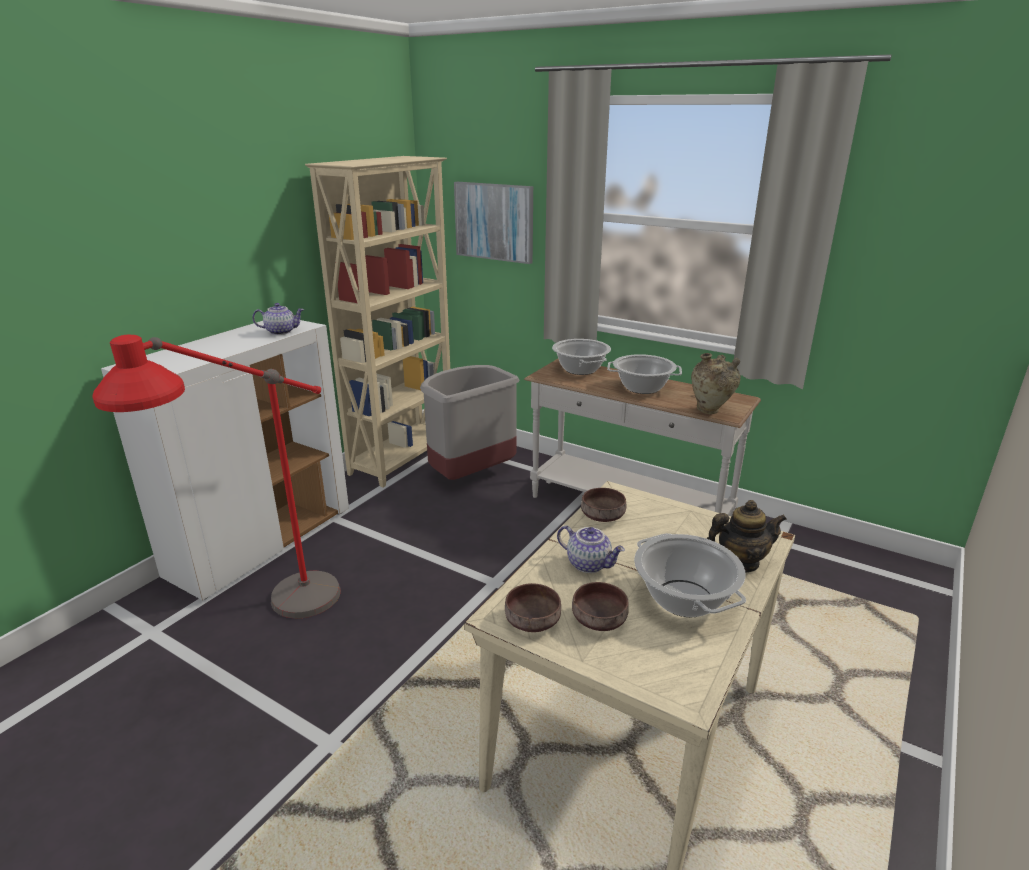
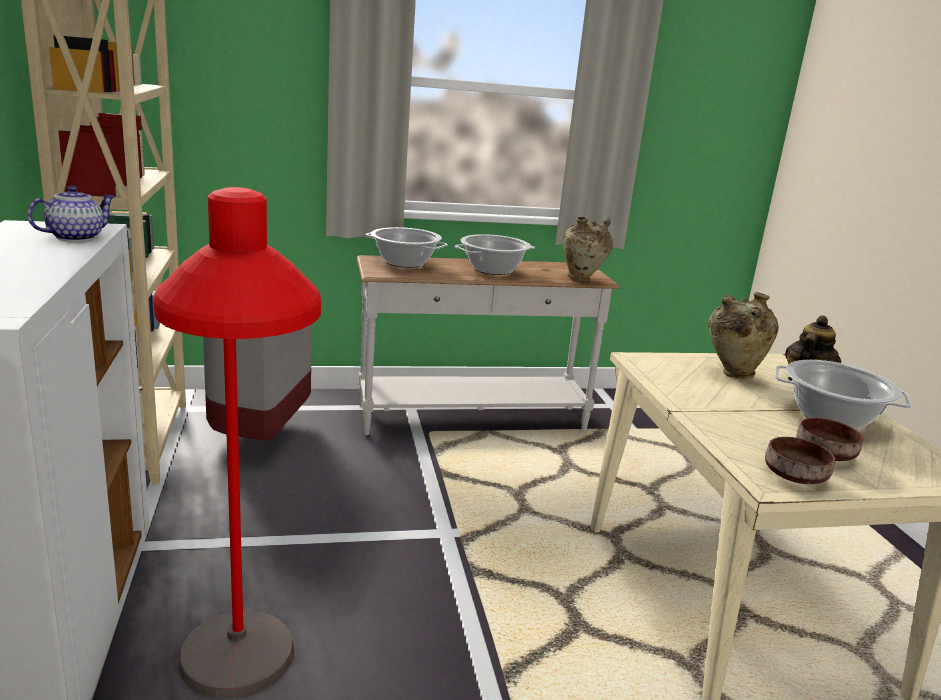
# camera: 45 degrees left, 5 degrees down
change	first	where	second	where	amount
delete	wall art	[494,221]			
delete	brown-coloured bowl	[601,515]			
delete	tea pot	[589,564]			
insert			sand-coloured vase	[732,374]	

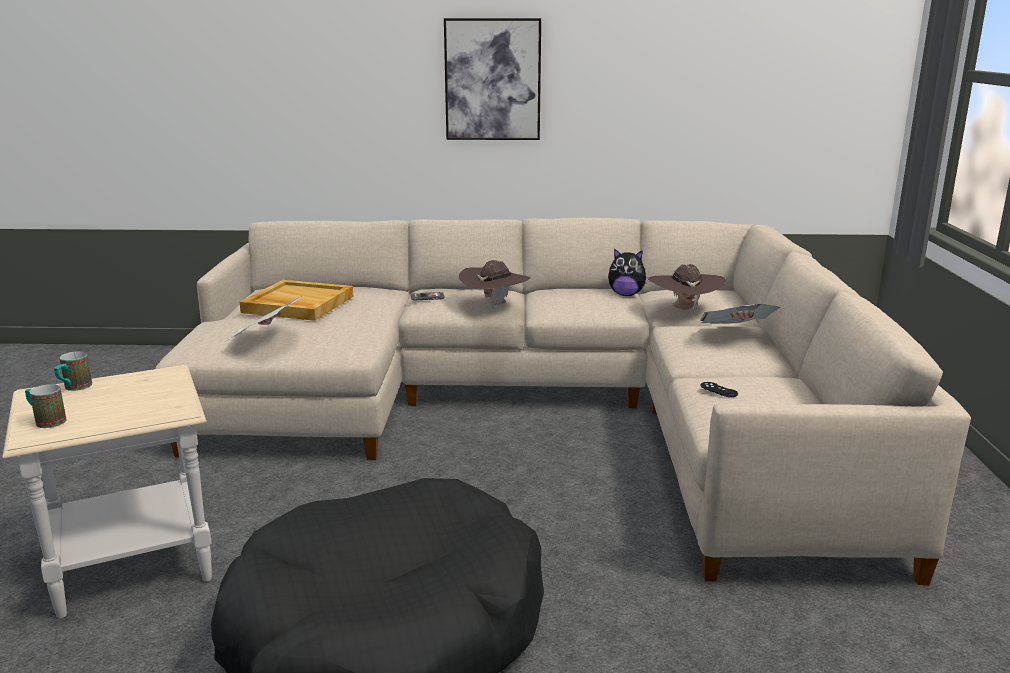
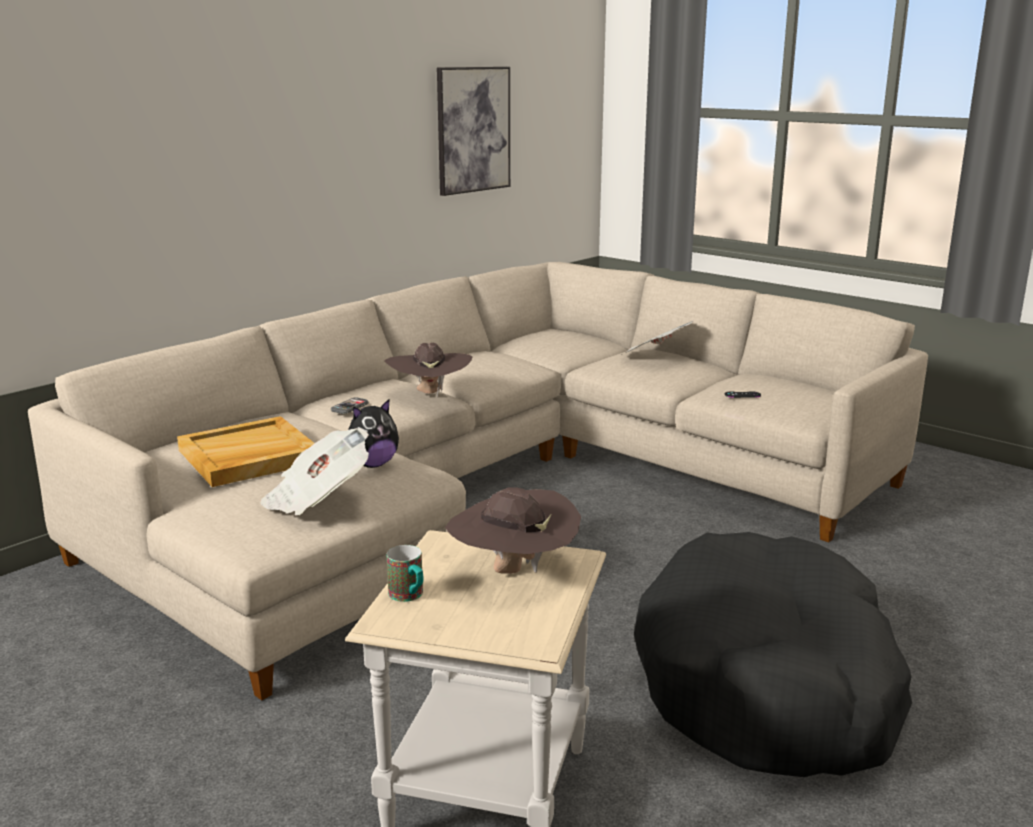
# camera: 50 degrees left, 0 degrees up
change	first	where	second	where	amount
move	wall art	[492,80]		[473,130]	
move	plush toy	[626,294]		[372,464]	
move	brown-coloured wearable hat	[684,310]		[513,571]	
delete	mug	[46,421]			

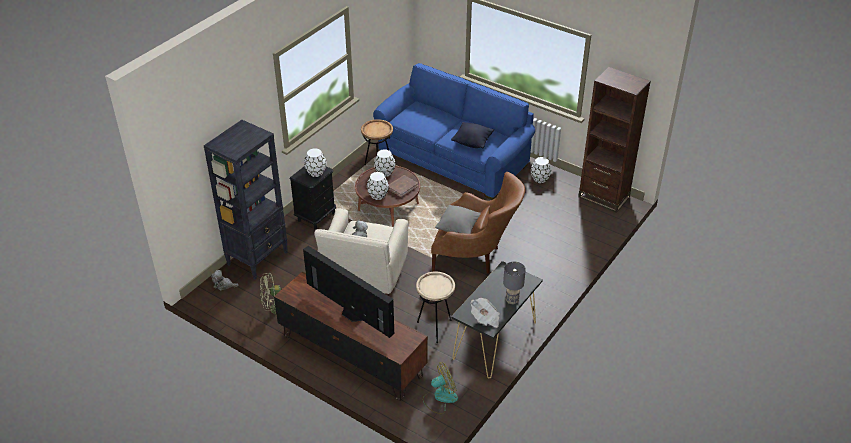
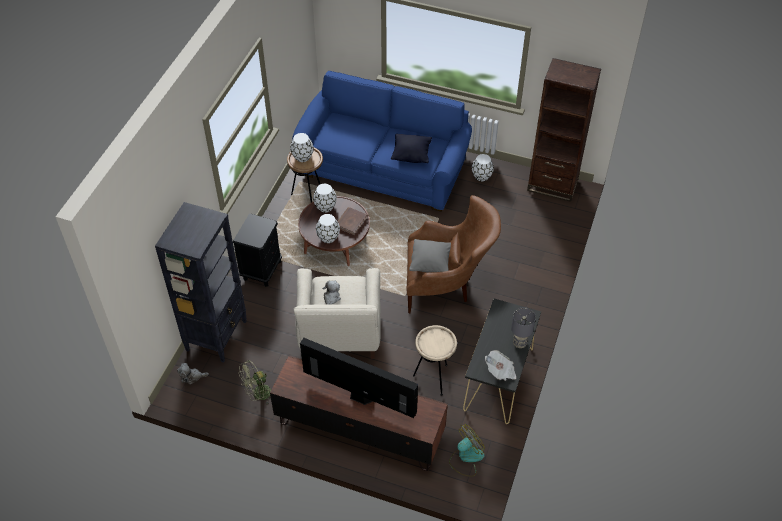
# camera: 15 degrees left, 10 degrees up
change	first	where	second	where	amount
move	whitish vase	[315,172]		[302,157]	

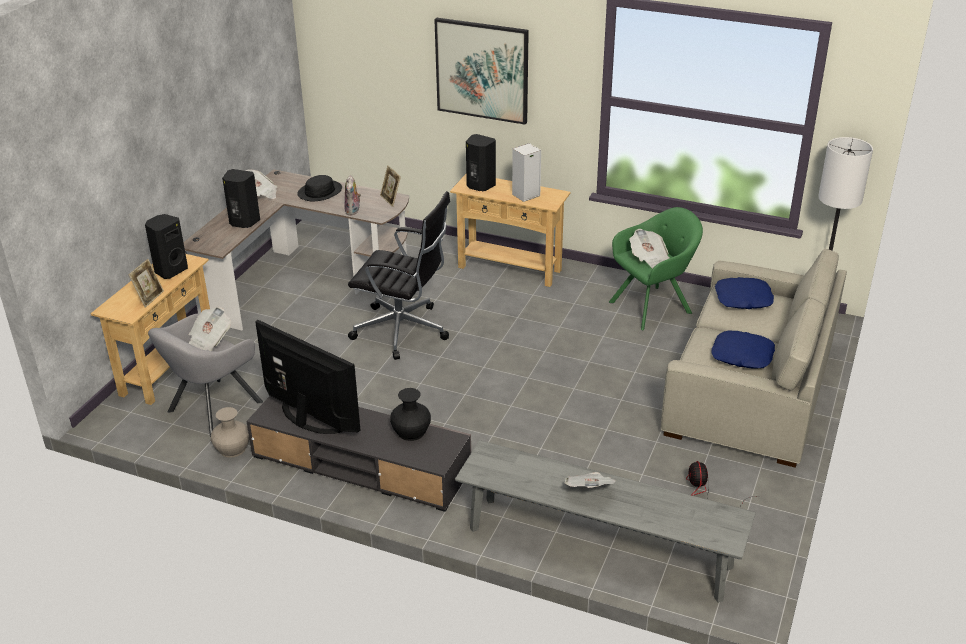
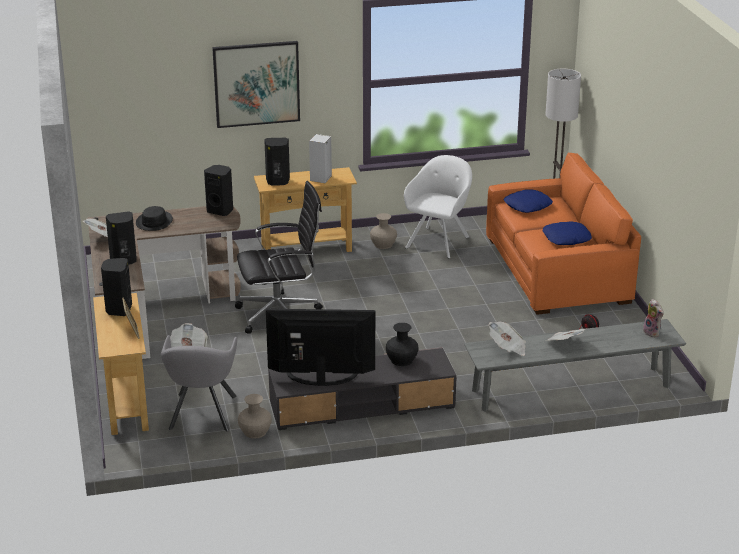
# camera: 35 degrees left, 5 degrees down
change	first	where	second	where	amount
replace	standing frame	[391,200]	black-coloured audio speaker	[221,211]	
move	plush toy	[353,211]		[652,332]	
recolor	green-coloured lounge chair	[653,306]	whitish lounge chair	[439,241]	
move	printed paper	[648,259]		[507,348]	
recolor	sand-coloured sofa	[751,389]	orange-coloured sofa	[558,269]	
insert			sand-coloured vase	[383,244]	

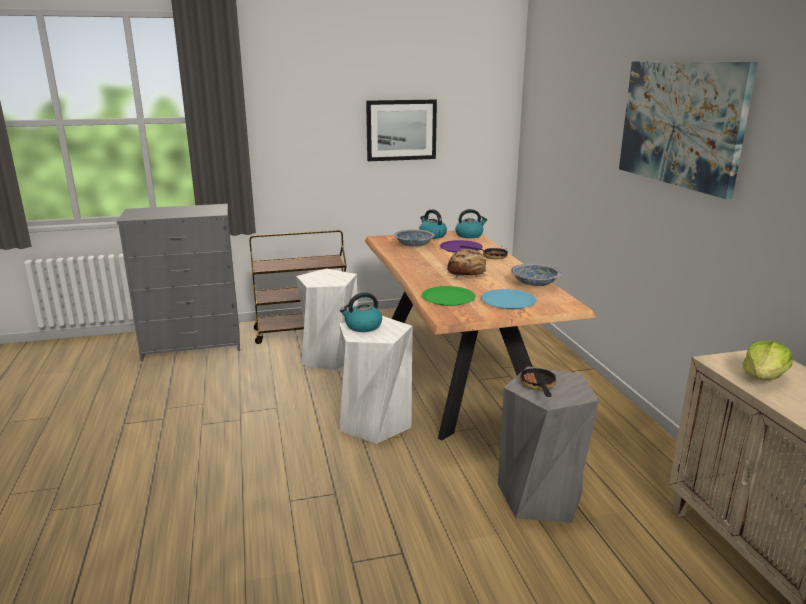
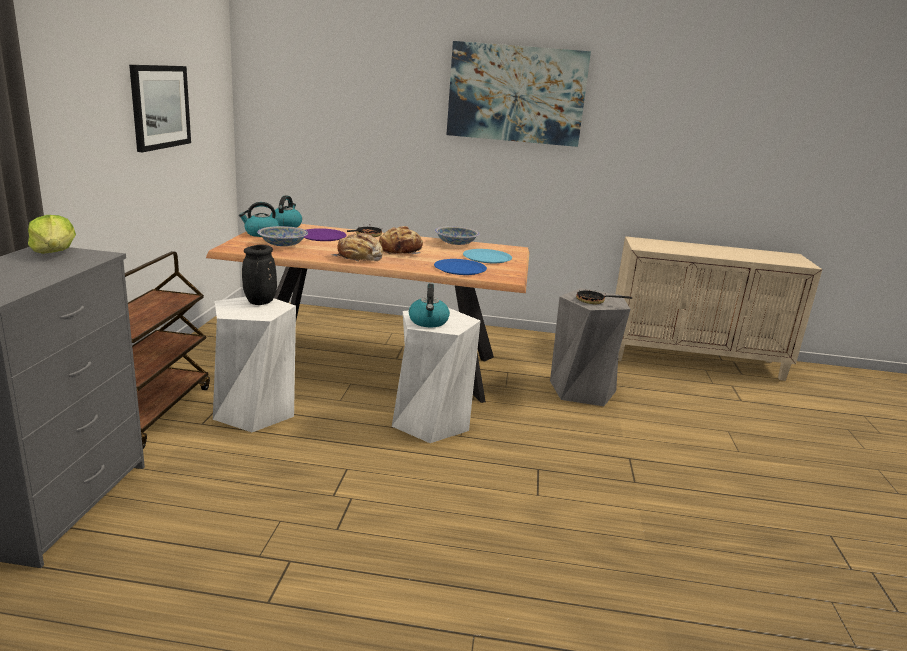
# camera: 70 degrees left, 0 degrees up
change	first	where	second	where	amount
recolor	green-coloured plate	[448,297]	bluish plate	[460,268]	
move	head of lettuce	[763,378]		[54,252]	
insert			bakery bread	[359,258]	
insert			black-coloured vase	[260,302]	

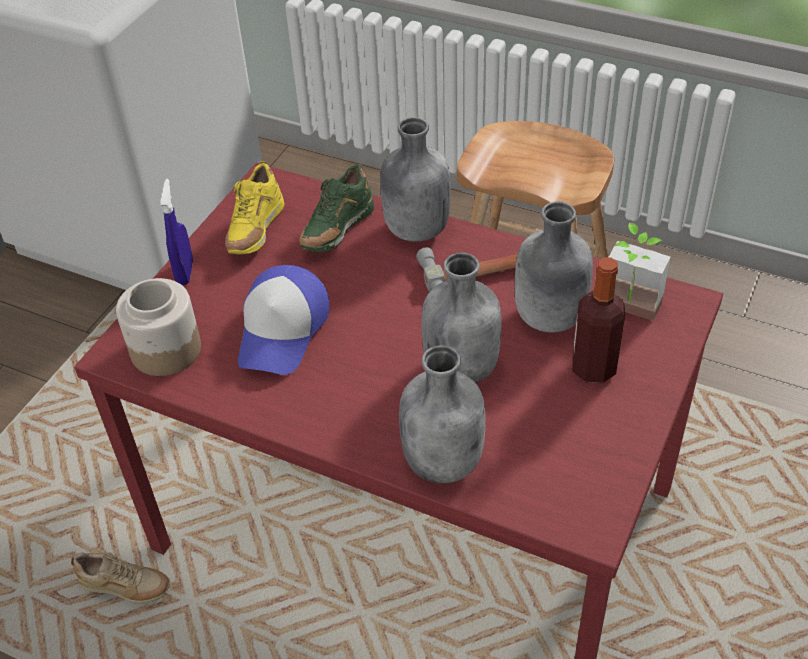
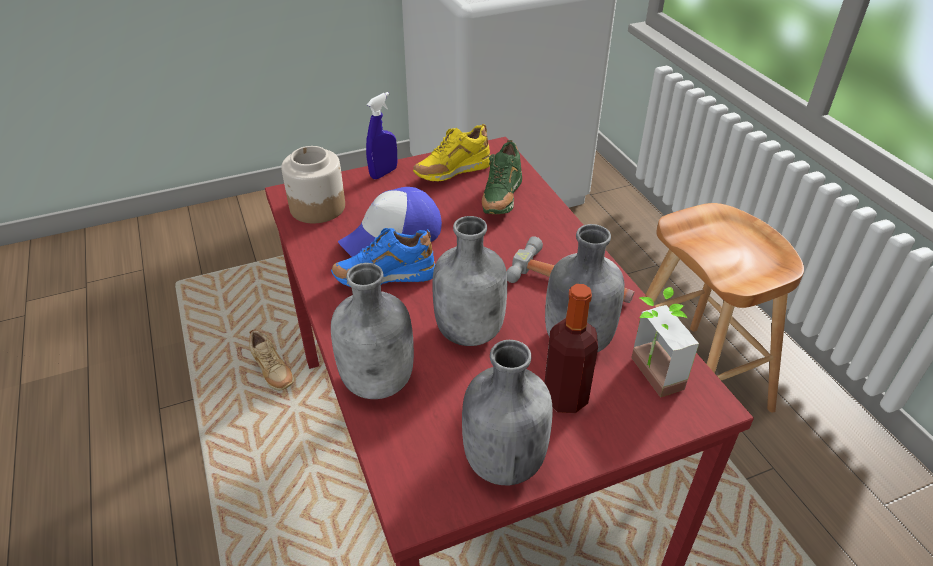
# camera: 40 degrees right, 5 degrees down
change	first	where	second	where	amount
move	greyish drink bottle	[415,230]		[502,460]	
rotate	green-coloured shoe	[336,231]		[501,200]	60 degrees counterclockwise
insert			bluish shoe	[384,279]	

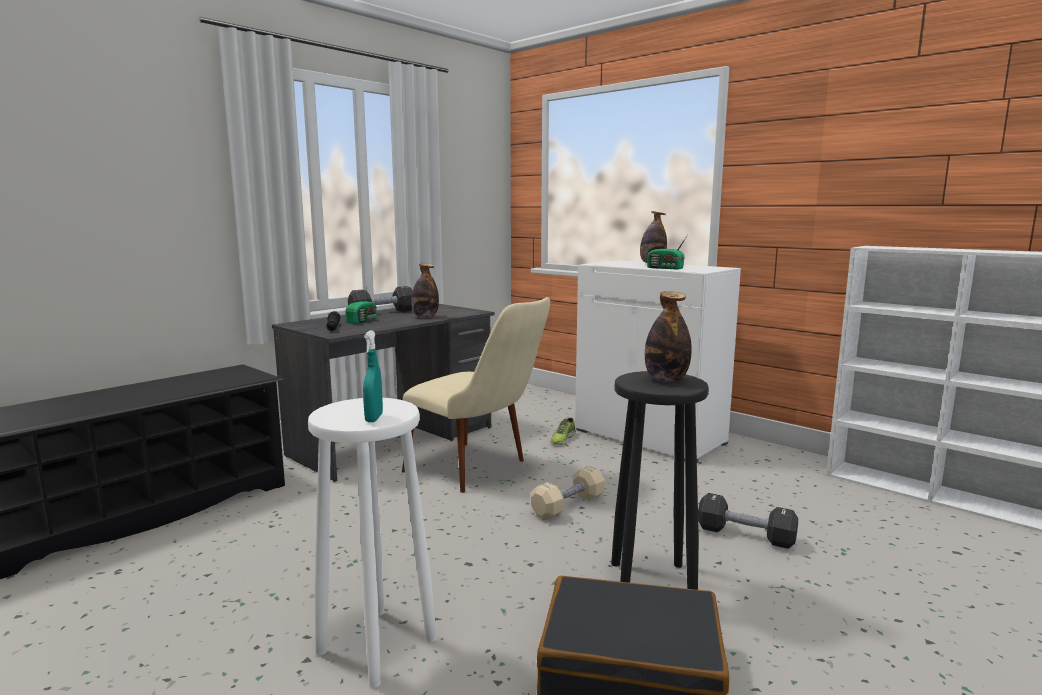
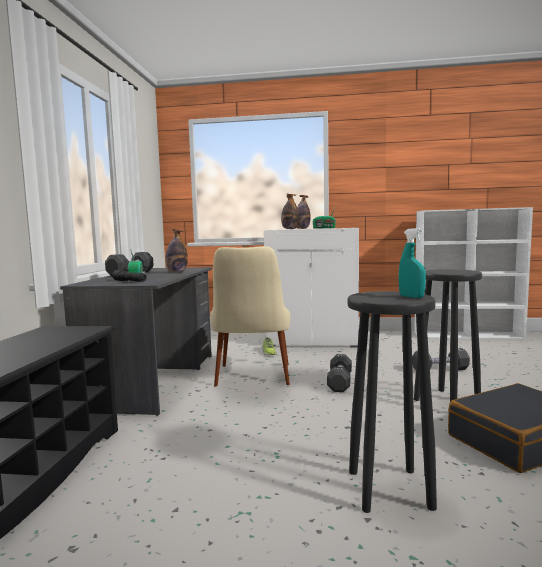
# camera: 35 degrees left, 5 degrees down
change	first	where	second	where	amount
move	drink bottle	[666,380]		[290,229]	
rotate	sand-coloured plain chair	[480,471]		[252,380]	90 degrees clockwise
recolor	whitish stool	[376,644]	black-coloured stool	[388,489]	
recolor	sand-coloured dumbbell	[568,506]	black-coloured dumbbell	[339,382]	

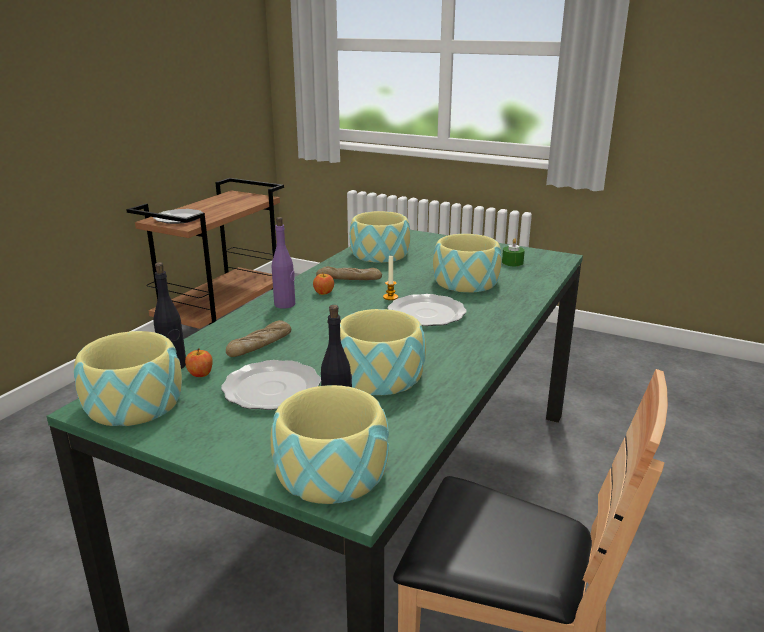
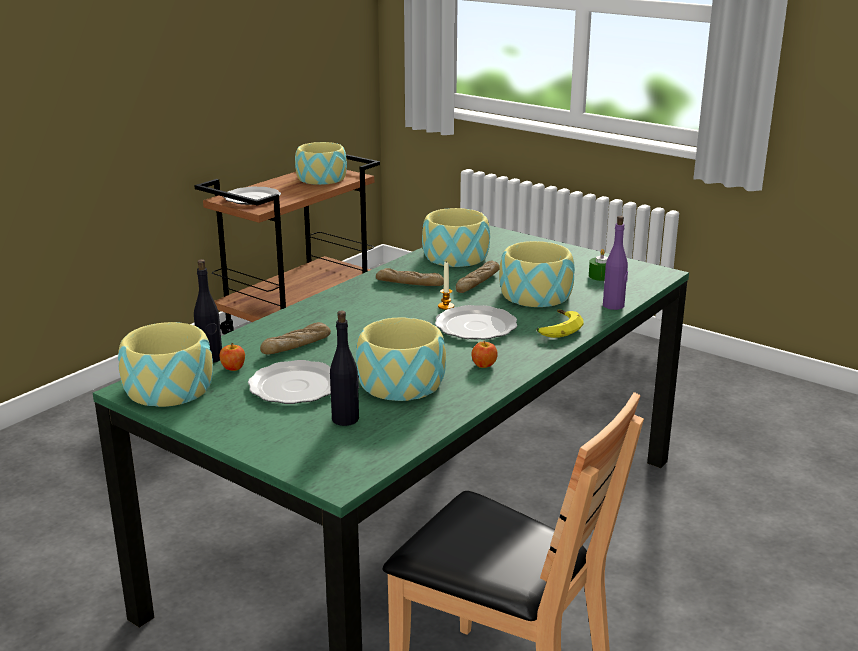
# camera: 10 degrees right, 0 degrees up
change	first	where	second	where	amount
move	purple-coloured drink bottle	[285,304]		[613,305]	
move	apple fruit	[324,293]		[484,365]	
move	bowl	[330,471]		[321,178]	
insert			bakery bread	[478,283]	
insert			whole banana	[556,329]	

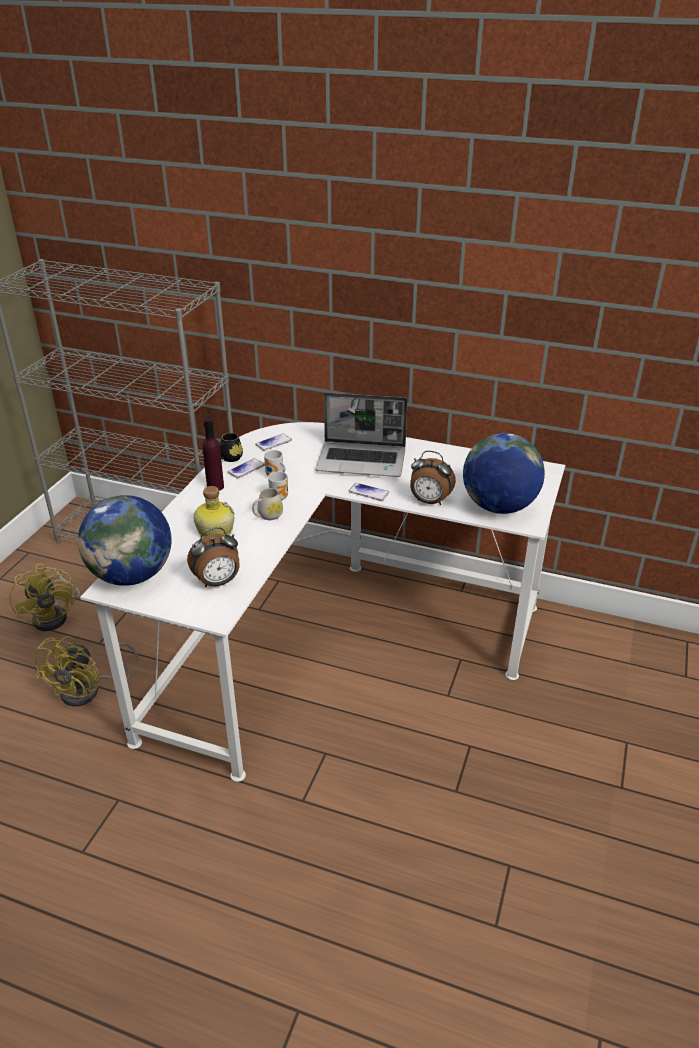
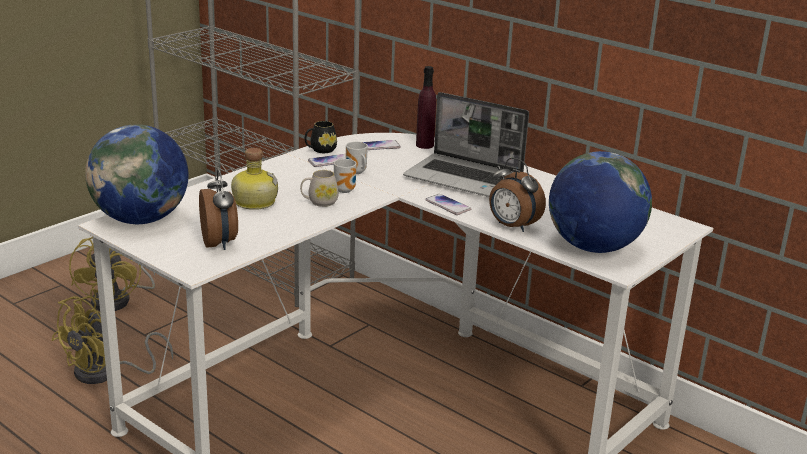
# camera: 20 degrees right, 10 degrees down
change	first	where	second	where	amount
move	purple-coloured drink bottle	[215,487]		[424,145]	
rotate	table clock	[218,582]		[220,243]	105 degrees counterclockwise

